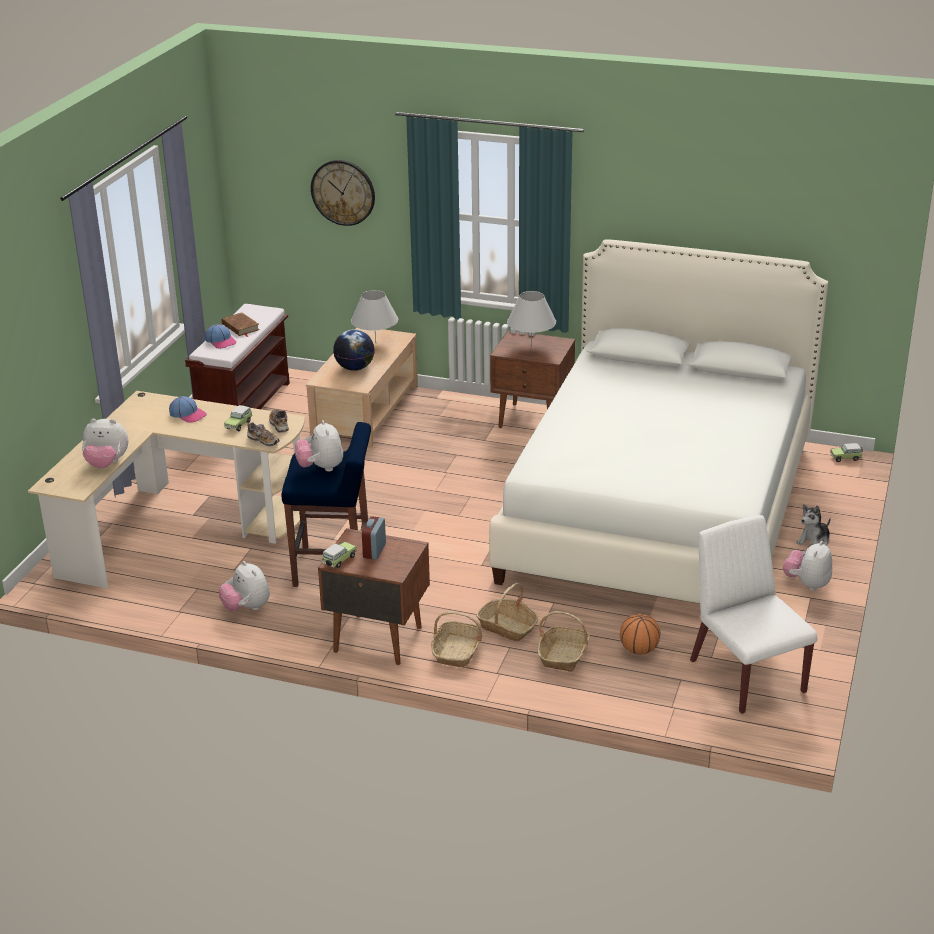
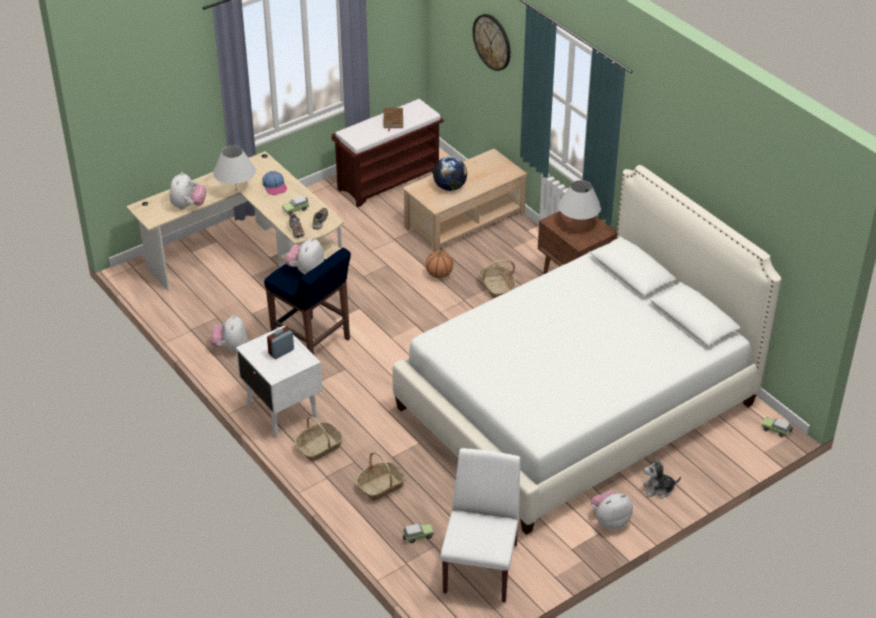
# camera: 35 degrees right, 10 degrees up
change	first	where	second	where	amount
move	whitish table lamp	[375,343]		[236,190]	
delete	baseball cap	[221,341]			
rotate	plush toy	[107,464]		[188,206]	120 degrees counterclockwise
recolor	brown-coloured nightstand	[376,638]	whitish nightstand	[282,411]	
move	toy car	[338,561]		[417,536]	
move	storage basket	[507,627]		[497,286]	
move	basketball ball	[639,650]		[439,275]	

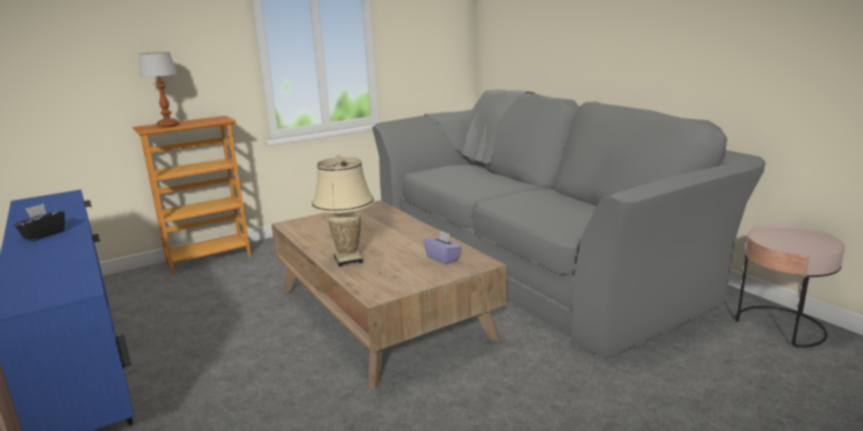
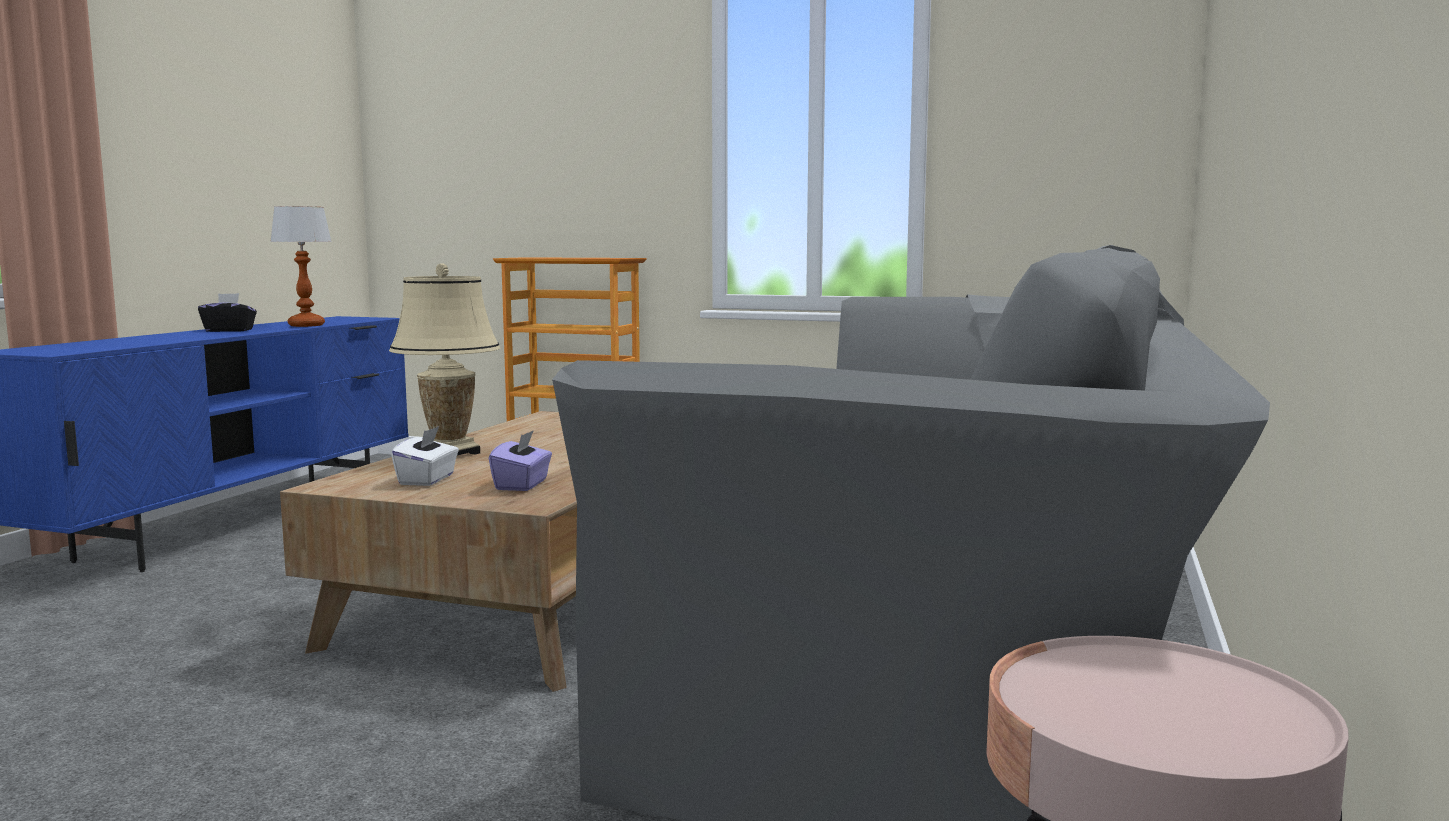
# camera: 50 degrees right, 10 degrees down
change	first	where	second	where	amount
move	table lamp	[168,125]		[307,325]	
insert			whitish tissue box	[427,480]	

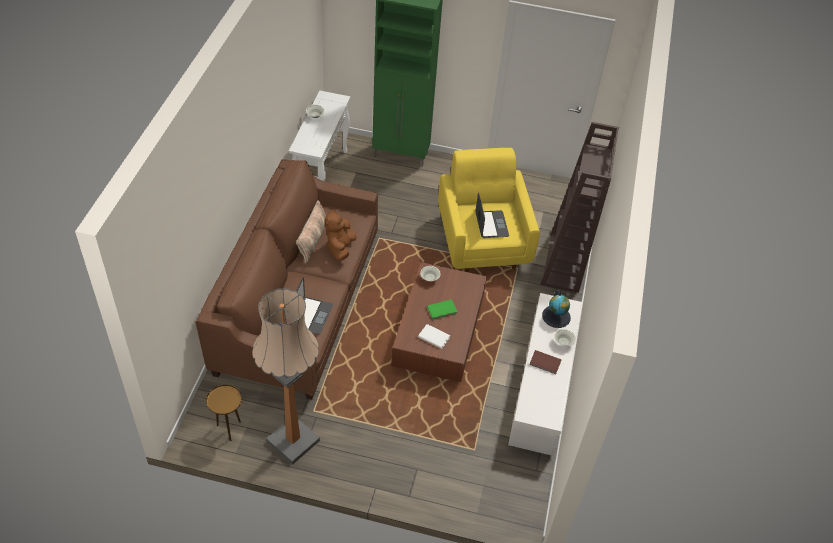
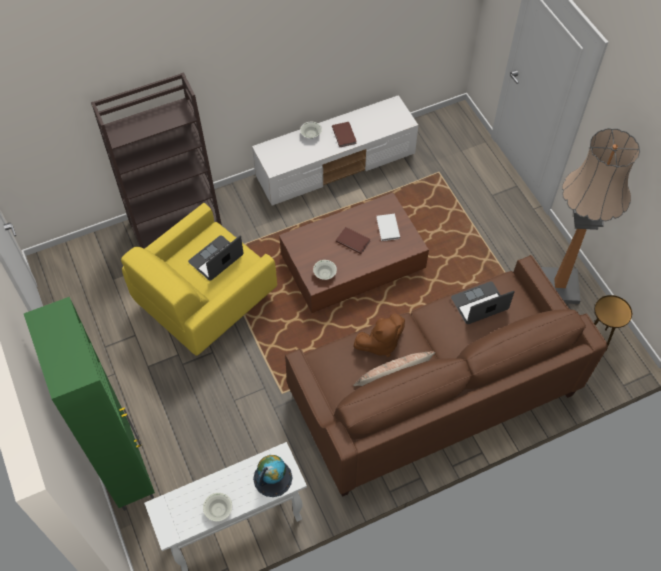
# camera: 125 degrees left, 10 degrees up
change	first	where	second	where	amount
move	world globe	[556,316]		[272,478]	
recolor	green-coloured book	[442,310]	brown-coloured book	[353,240]	

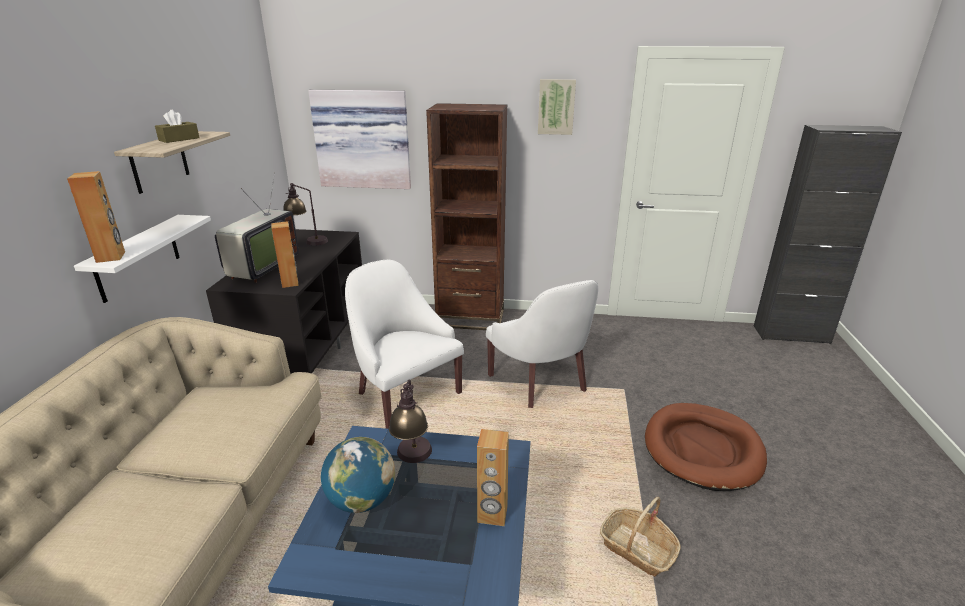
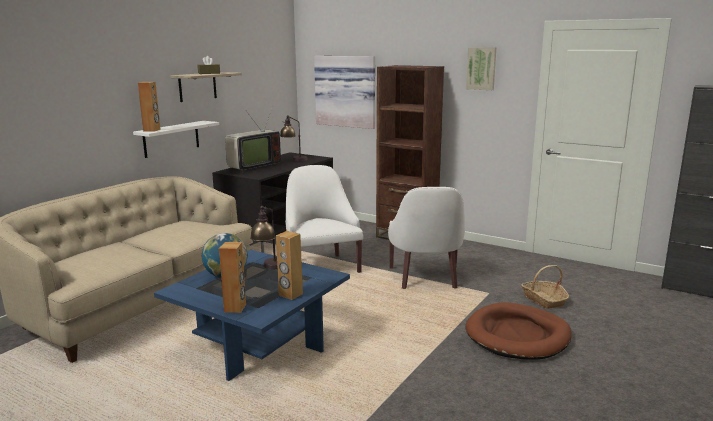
# camera: 25 degrees right, 10 degrees down
change	first	where	second	where	amount
move	brown-coloured audio speaker	[290,283]		[235,308]	
move	storage basket	[637,549]		[544,300]	

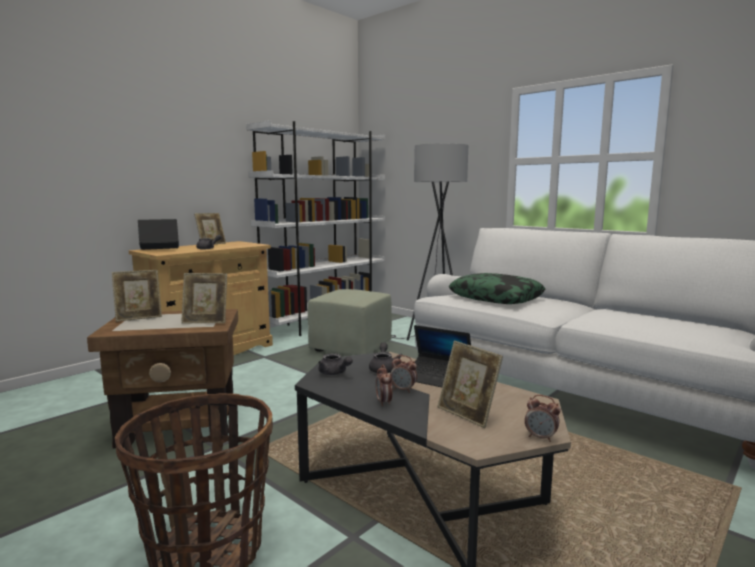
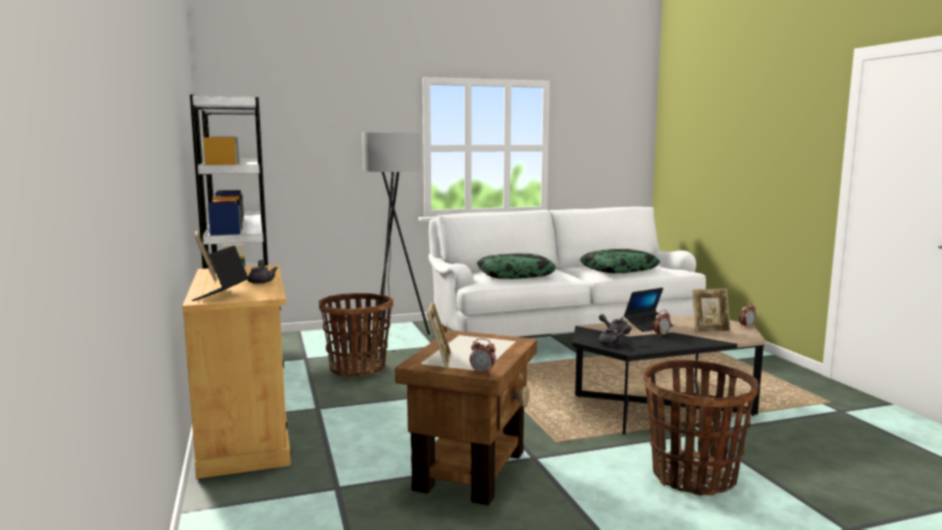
# camera: 60 degrees left, 0 degrees up
change	first	where	second	where	amount
delete	standing frame	[206,321]			
replace	green-coloured ottoman	[351,347]	storage basket	[358,369]	
move	table clock	[384,402]		[483,372]	
insert			pillow	[619,269]	

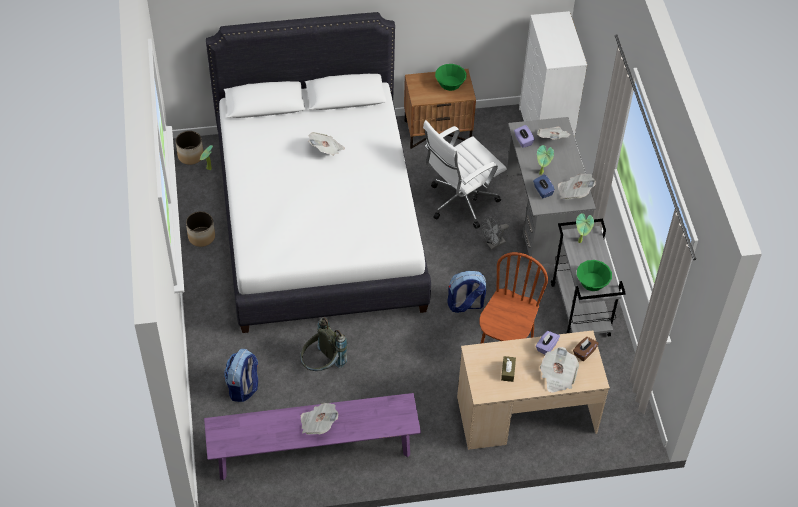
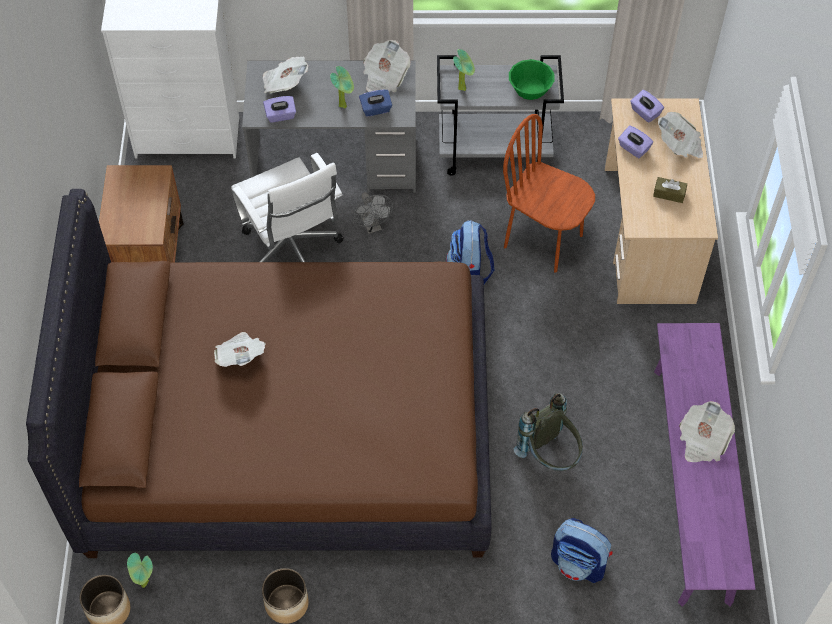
# camera: 80 degrees left, 5 degrees up
change	first	where	second	where	amount
recolor	whitish bed	[318,221]	brown-coloured bed	[288,434]	
delete	green-coloured bowl	[450,83]			
recolor	brown-coloured tissue box	[584,352]	purple-coloured tissue box	[645,113]	

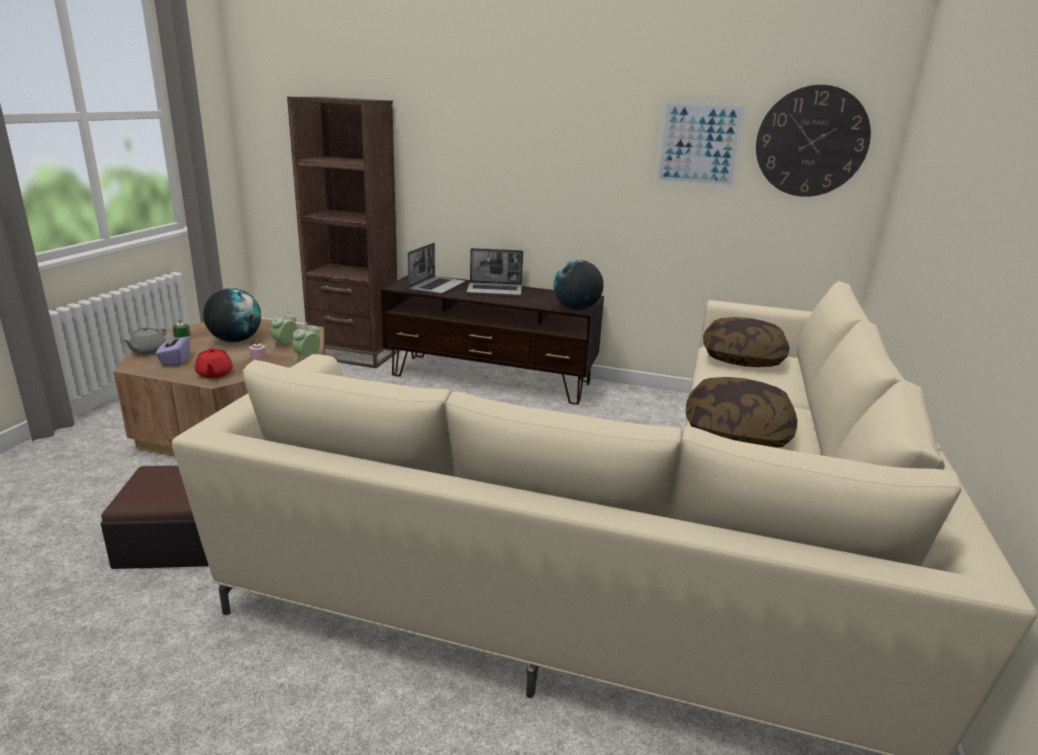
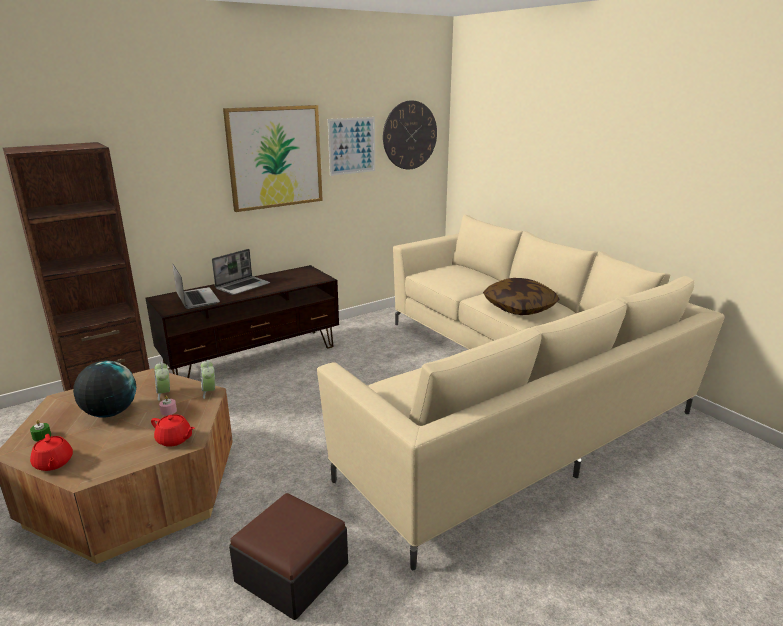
# camera: 50 degrees left, 0 degrees up
change	first	where	second	where	amount
delete	world globe	[576,309]			
delete	pillow	[742,358]			
recolor	greyish tea pot	[148,351]	red-coloured tea pot	[53,463]	
delete	purple-coloured tissue box	[175,360]			
insert			wall art	[275,157]	

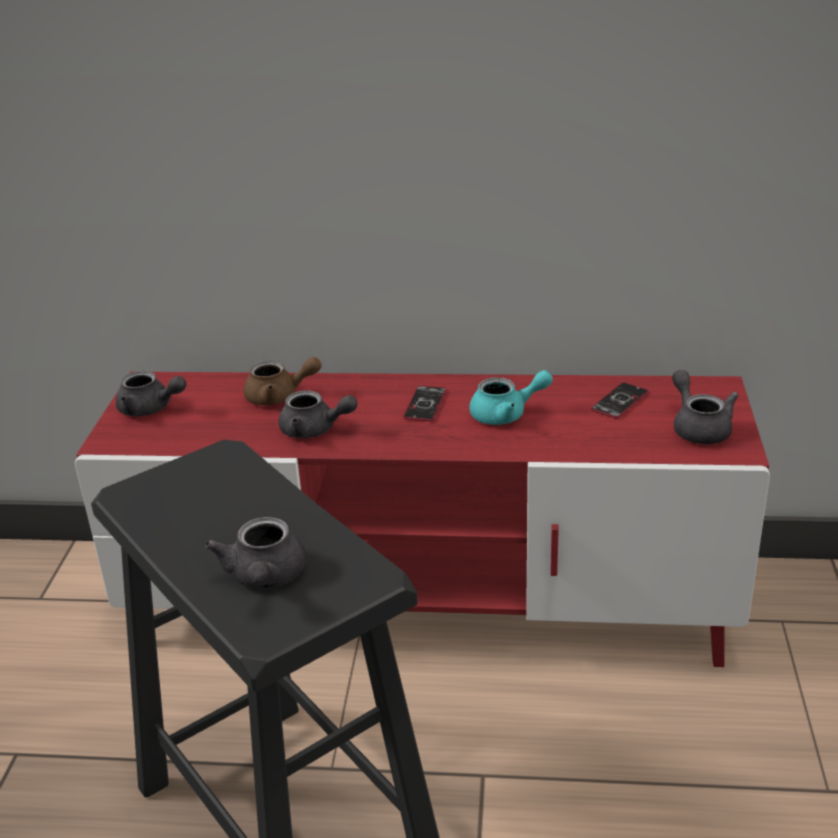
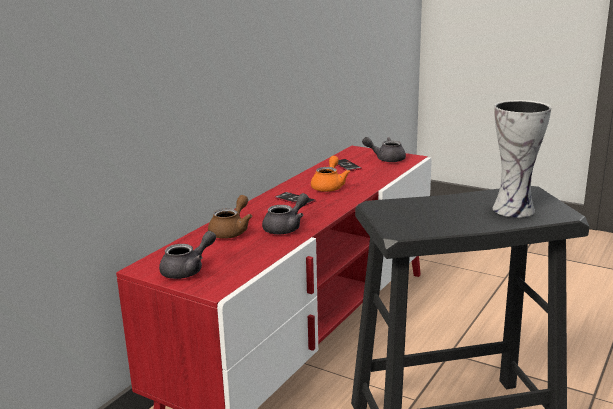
# camera: 65 degrees left, 10 degrees down
change	first	where	second	where	amount
recolor	turquoise-coloured tea pot	[506,414]	orange-coloured tea pot	[329,186]	
replace	greyish tea pot	[265,578]	vase	[514,209]	

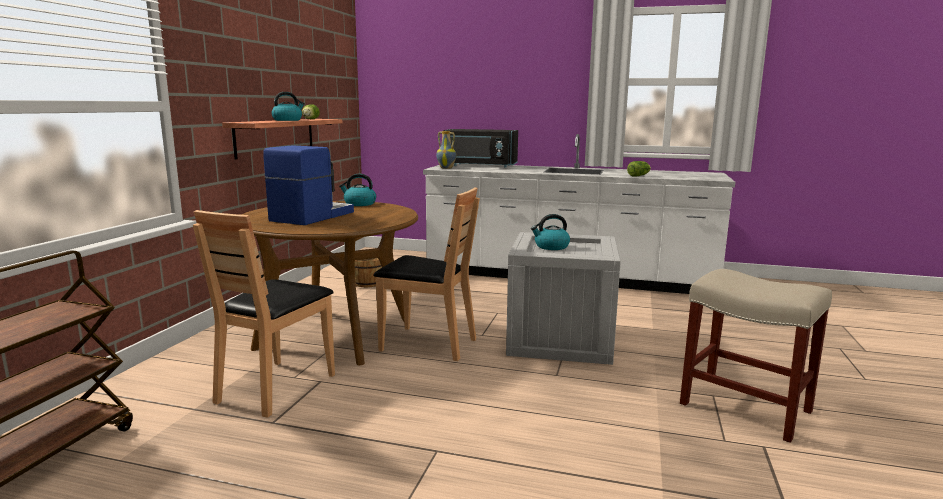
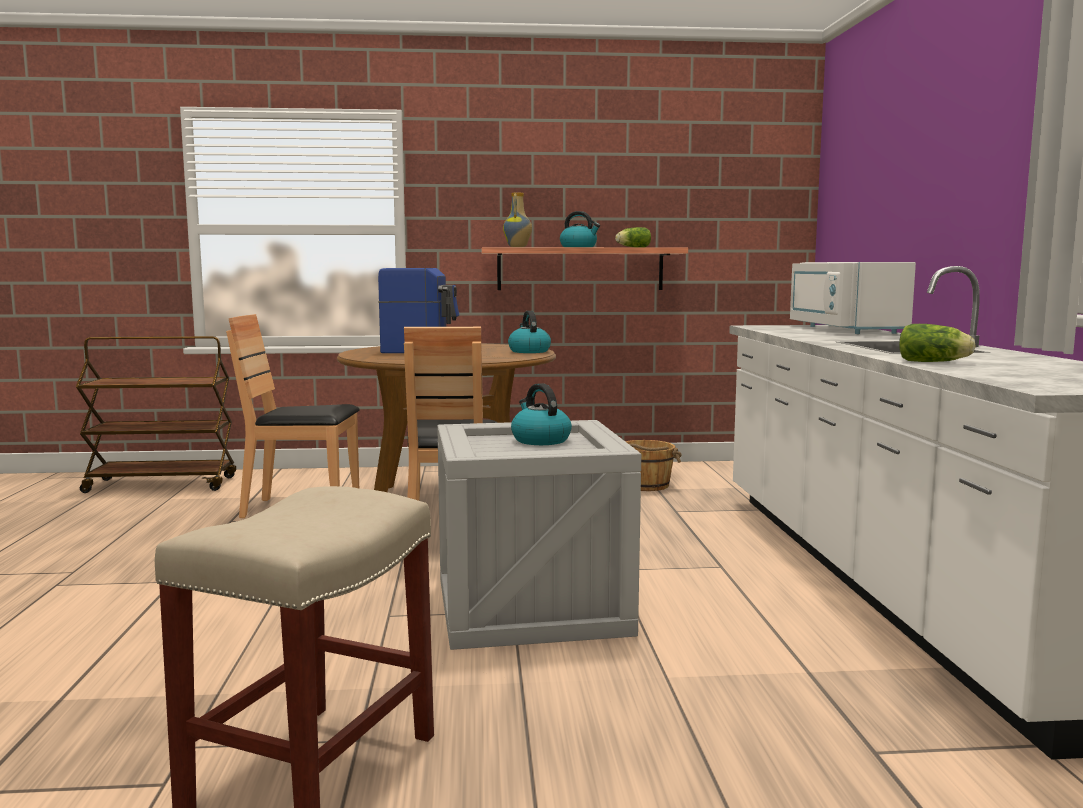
# camera: 70 degrees right, 5 degrees down
change	first	where	second	where	amount
recolor	black-coloured microwave	[479,166]	whitish microwave	[843,329]	
move	vase	[446,168]		[518,247]	

